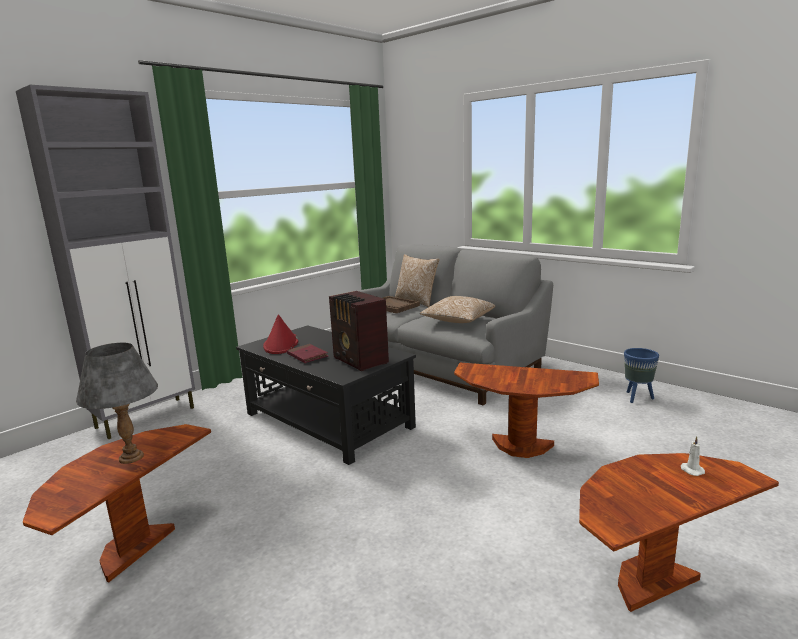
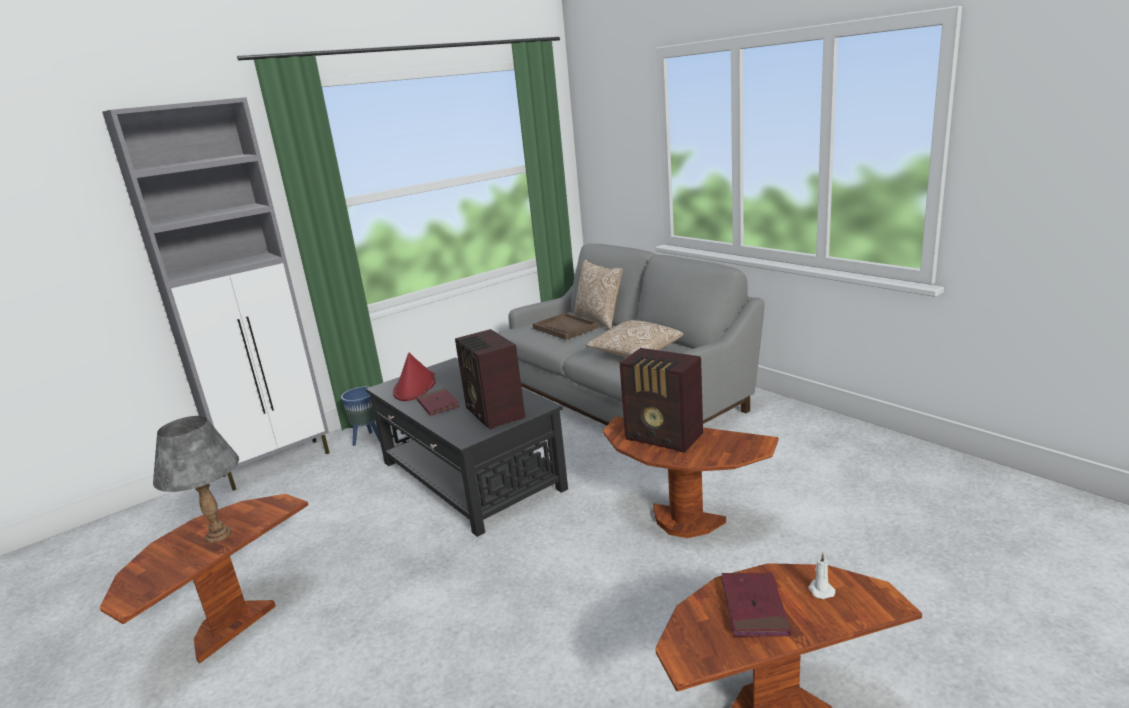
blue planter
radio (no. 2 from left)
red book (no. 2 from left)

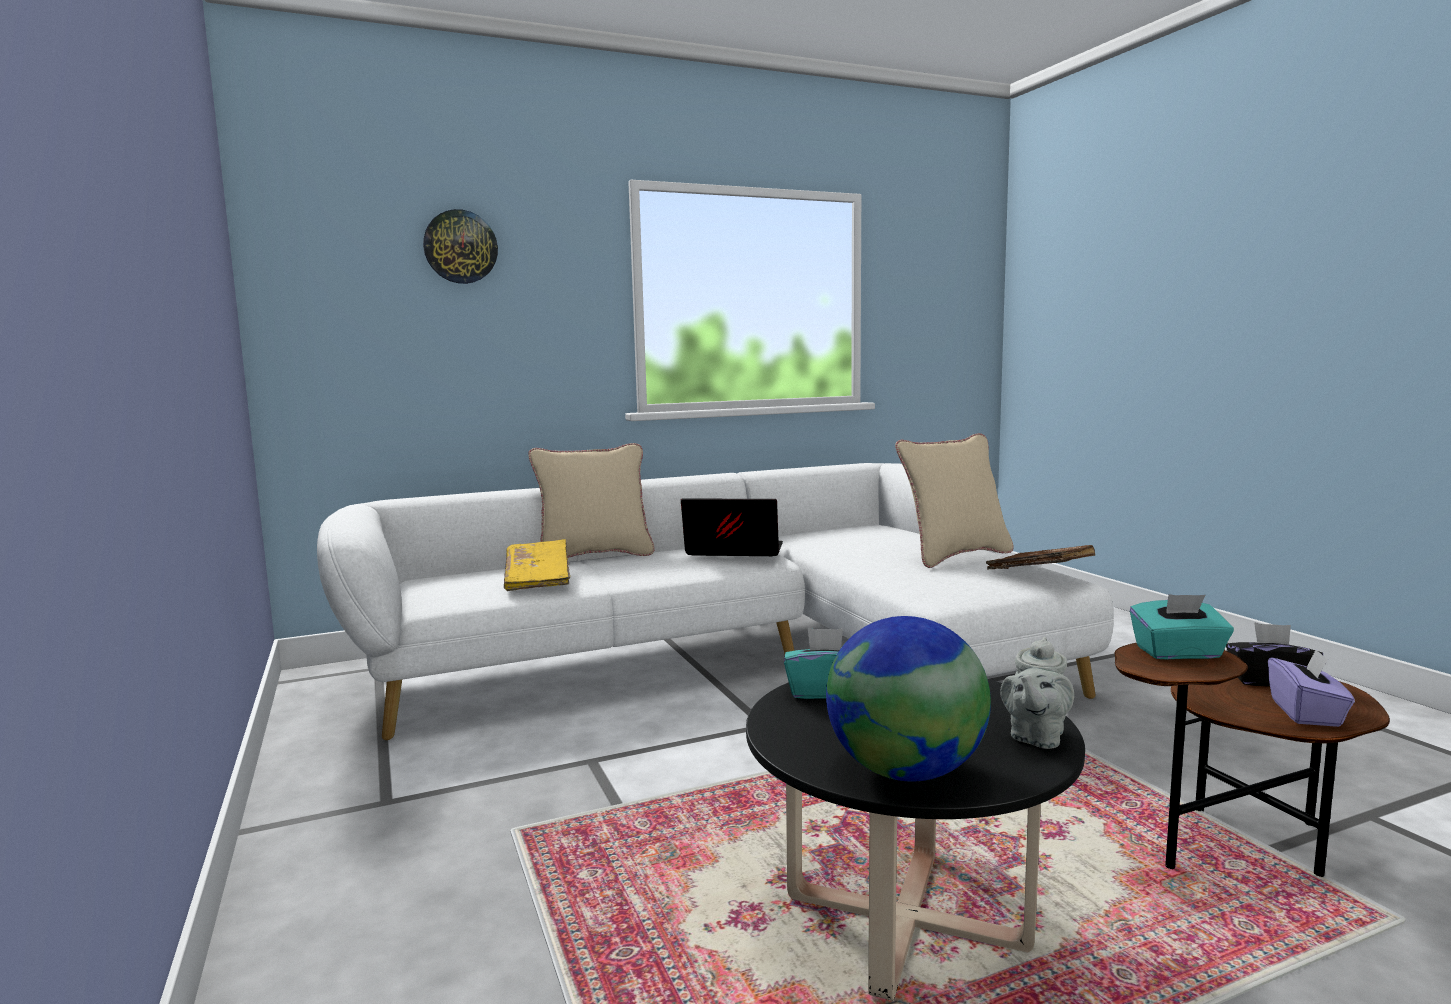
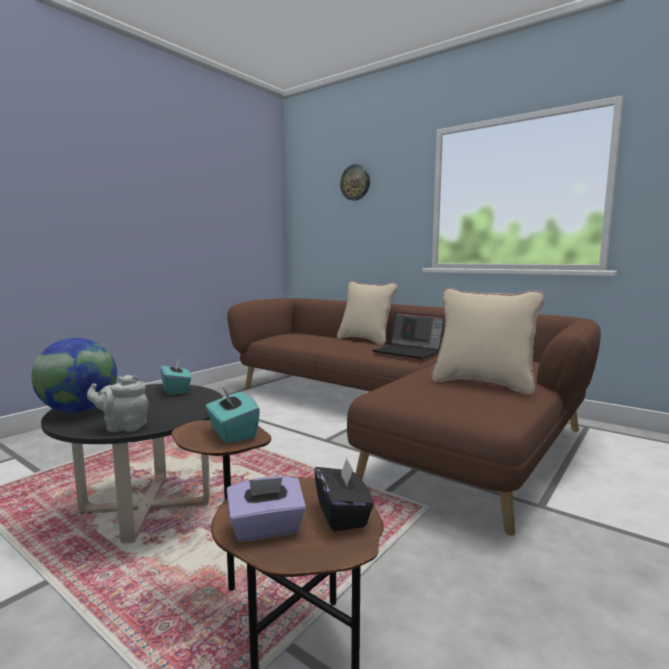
brown sofa
yellow book
laptop
brown book

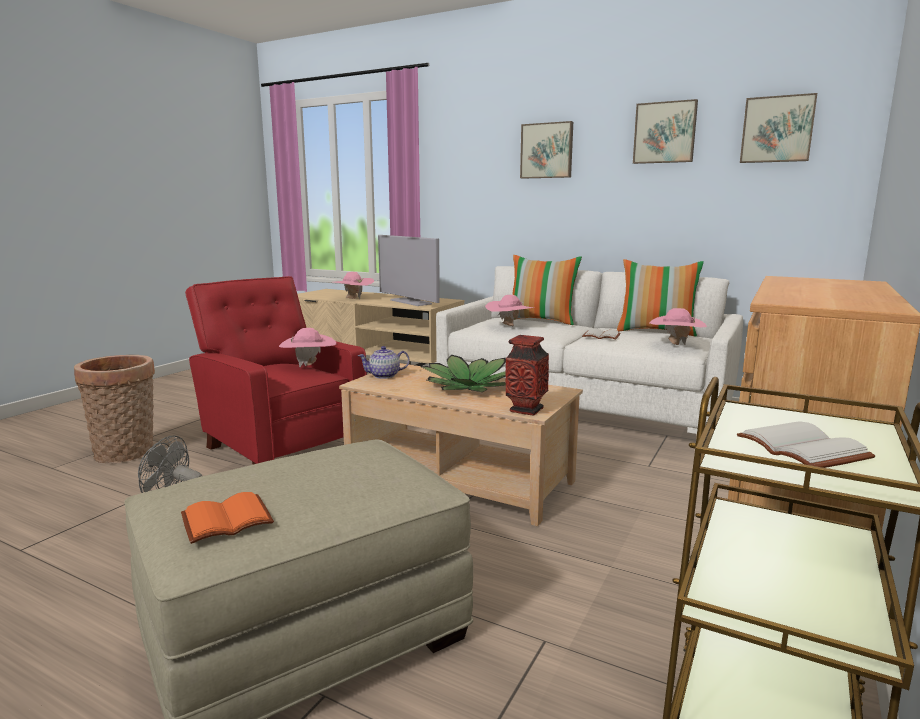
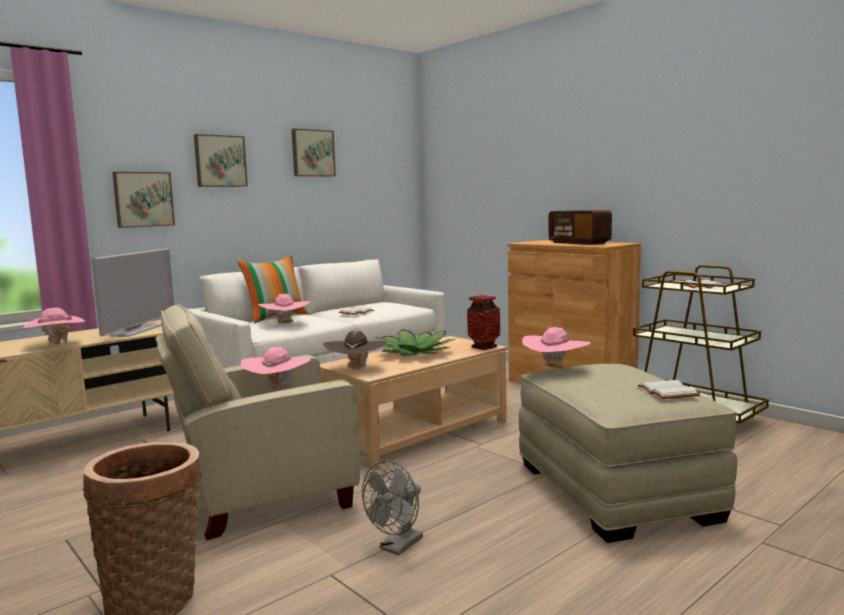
white book (no. 2 from left)
beige armchair
brown hat
television
pillow (no. 2 from left in the first image)
pink hat (no. 4 from left)
picture (no. 1 from left)
radio

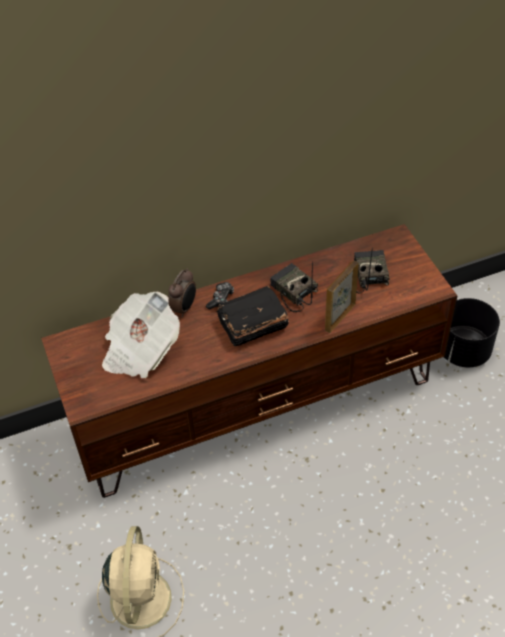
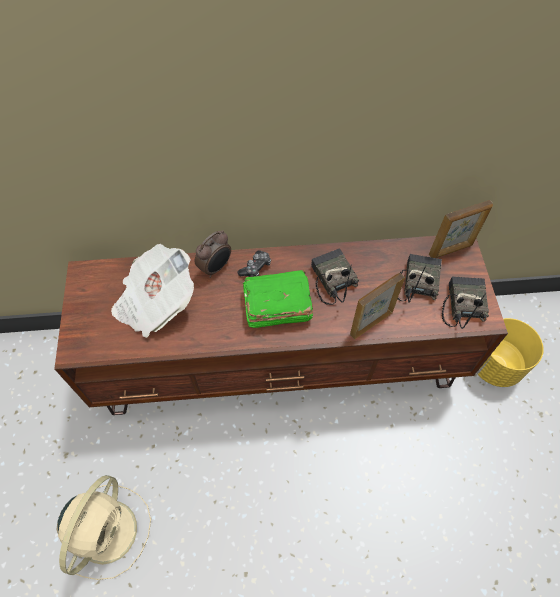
green book
yellow planter
picture frame (no. 2 from left)
radio (no. 3 from left)

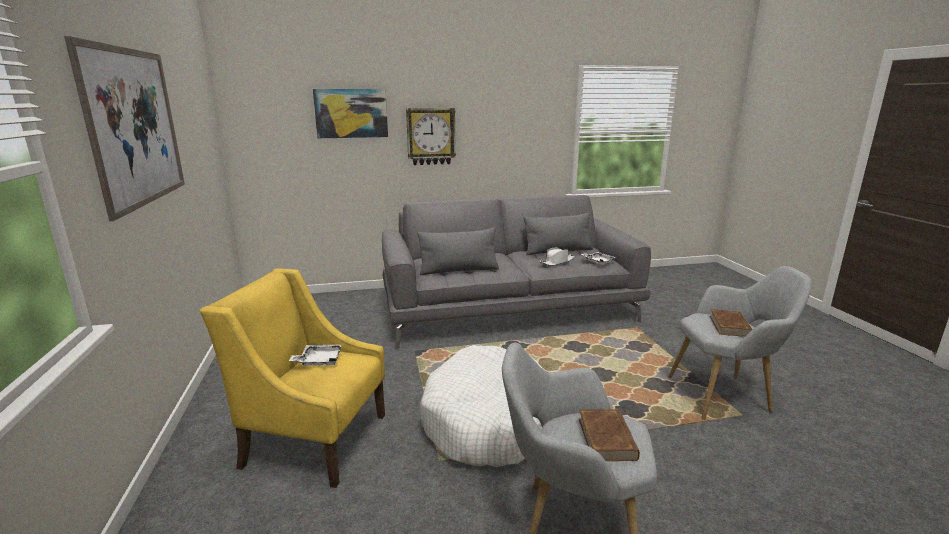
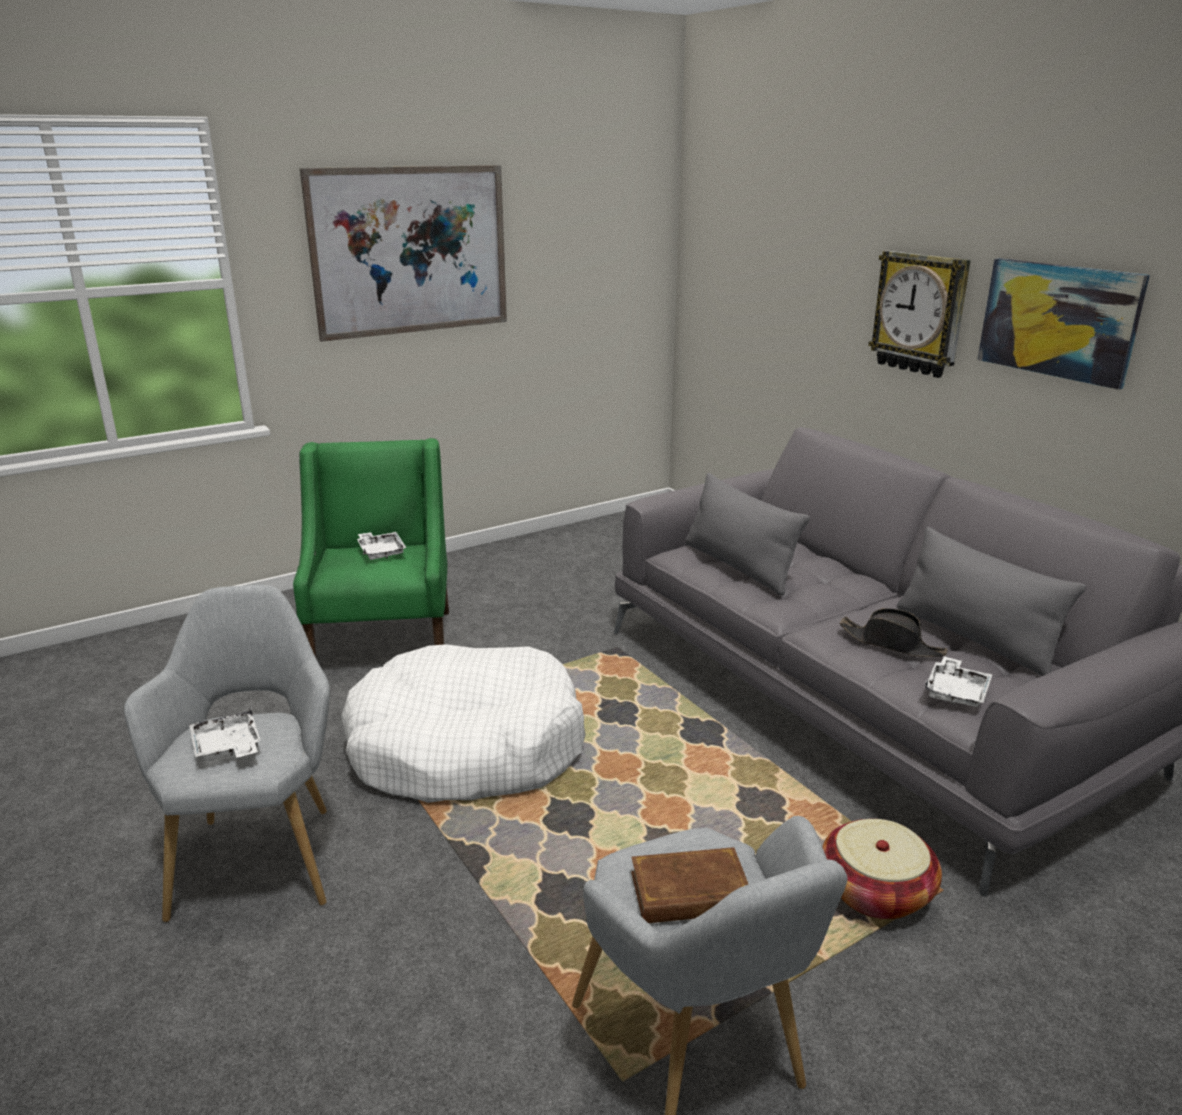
green armchair
picture (no. 2 from left)
black hat
white tray (no. 1 from left)
basket

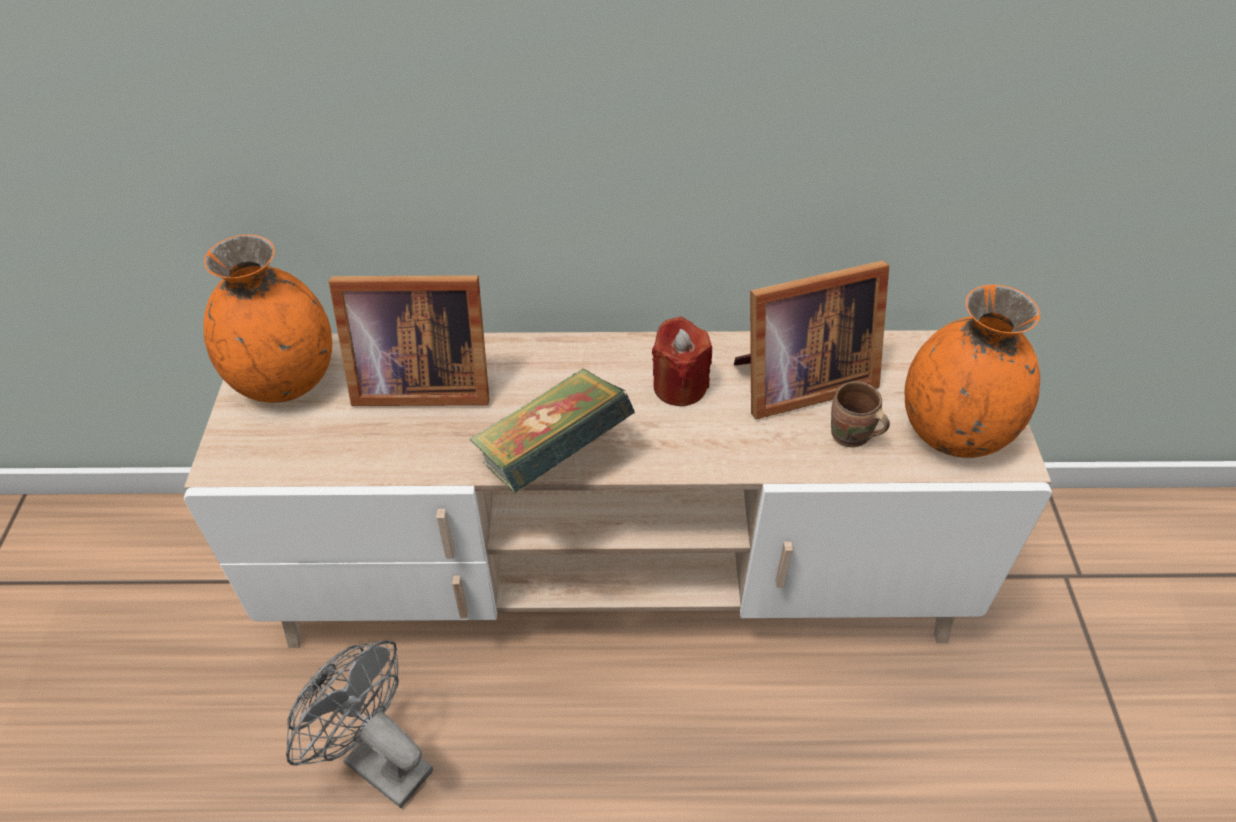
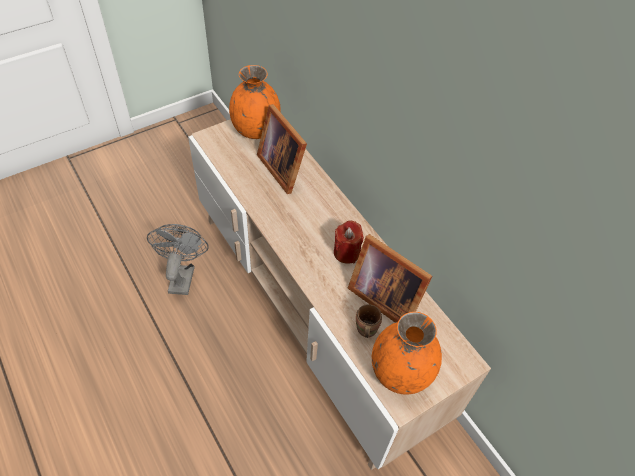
book

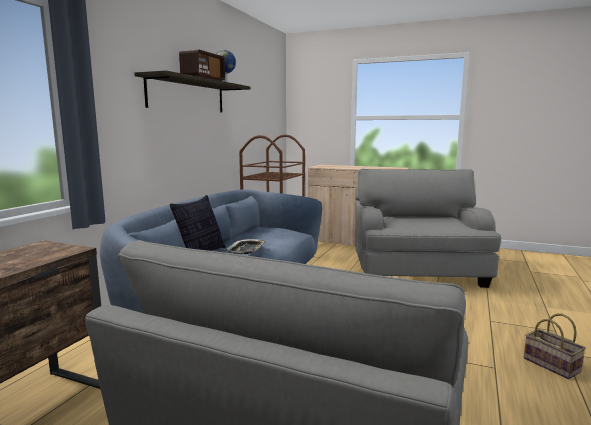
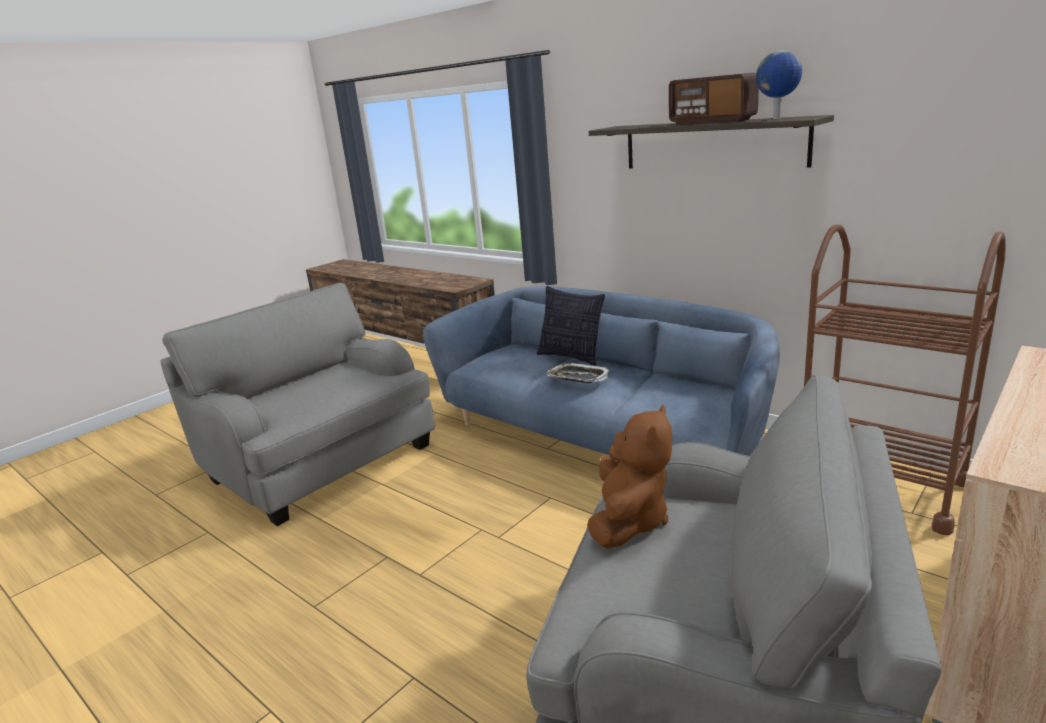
basket
brown plush toy

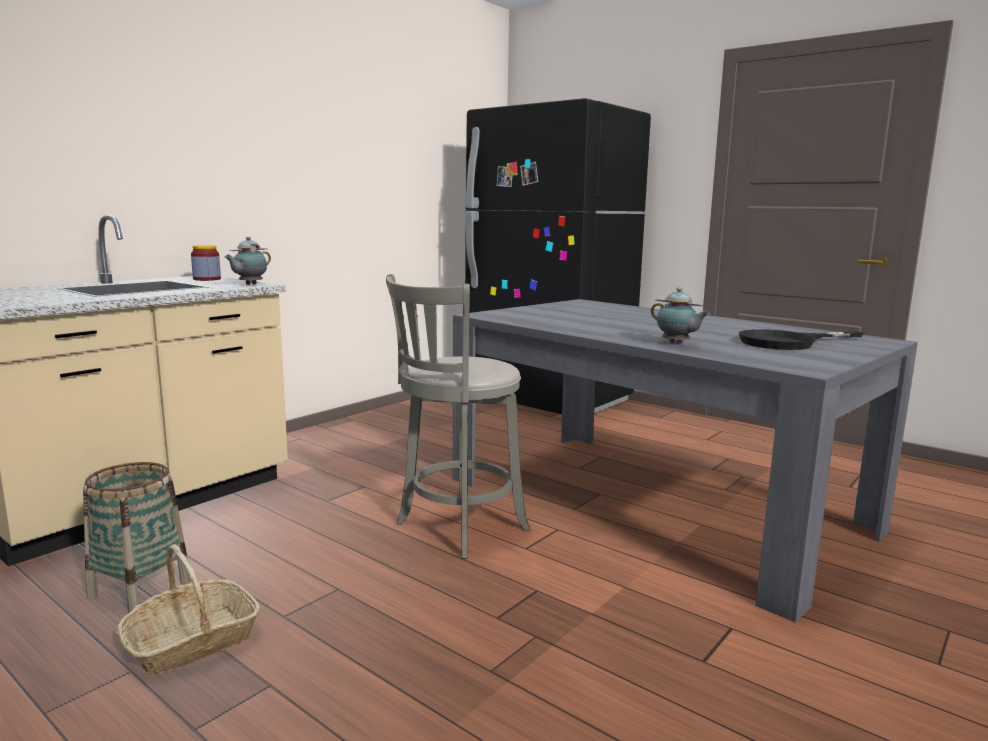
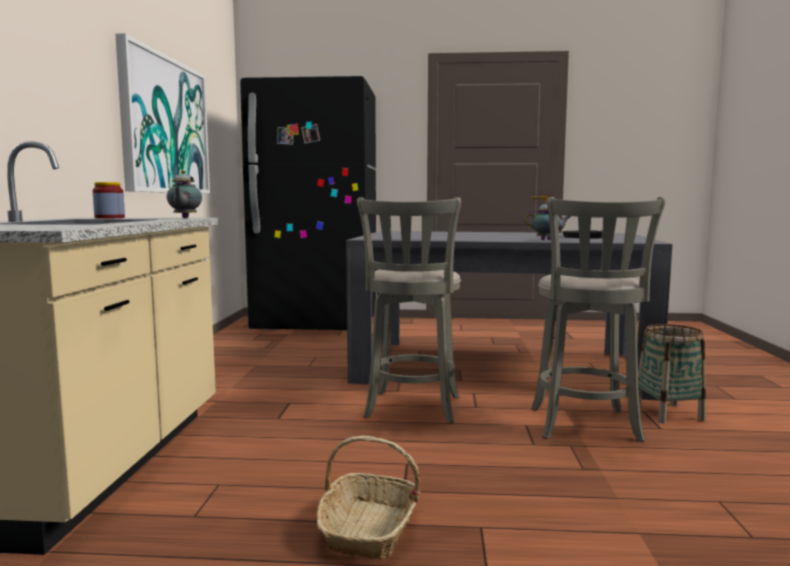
basket (no. 2 from left)
picture
grey stool (no. 2 from left)

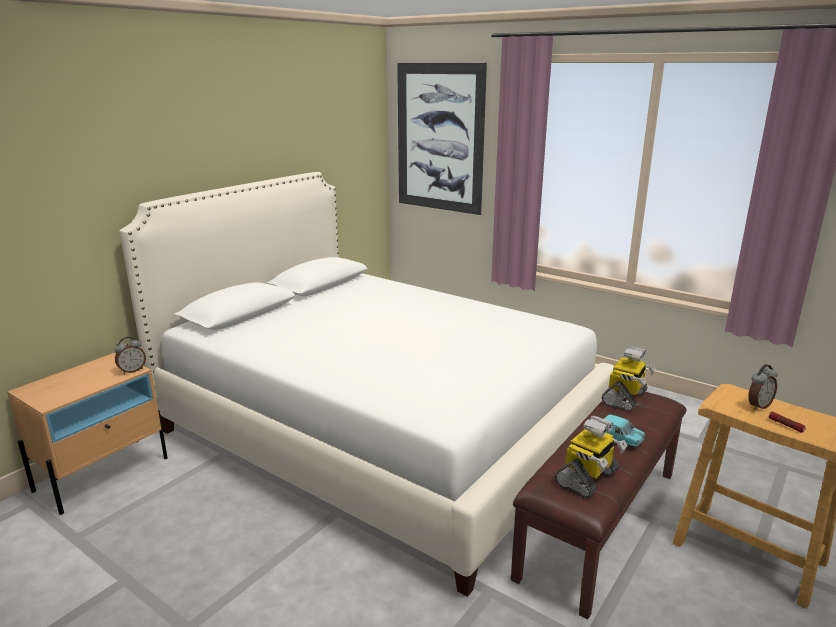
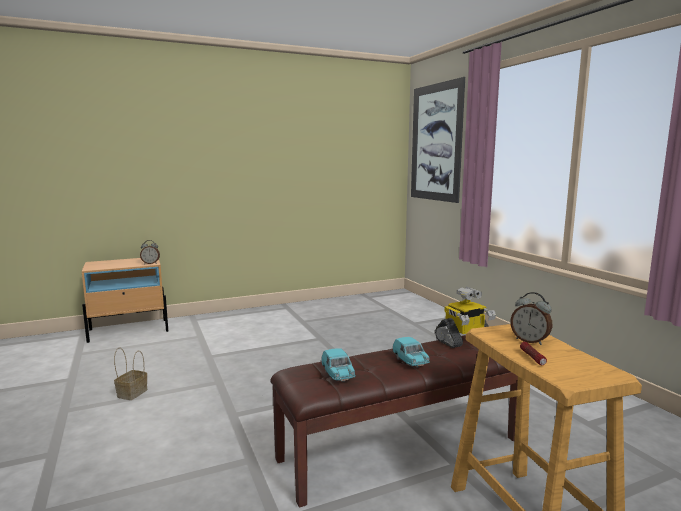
white bed
turquoise toy car (no. 1 from left)
alarm clock (no. 2 from left)
basket

